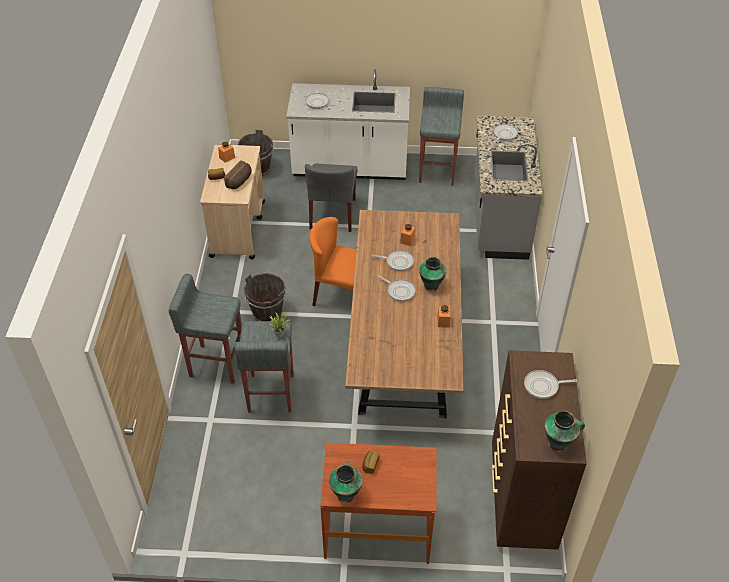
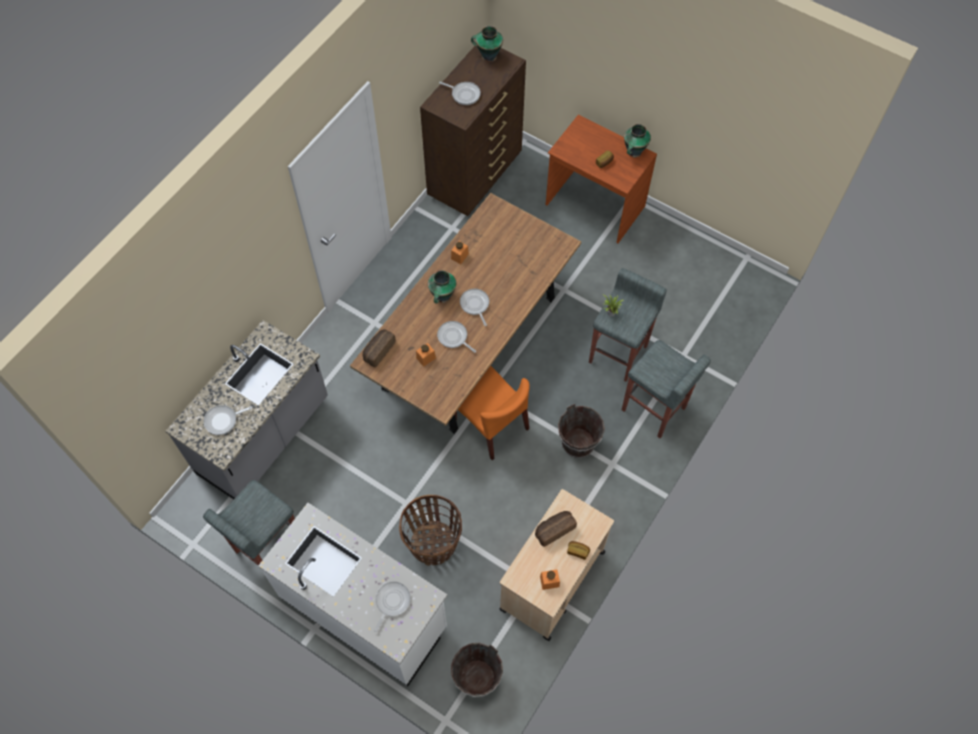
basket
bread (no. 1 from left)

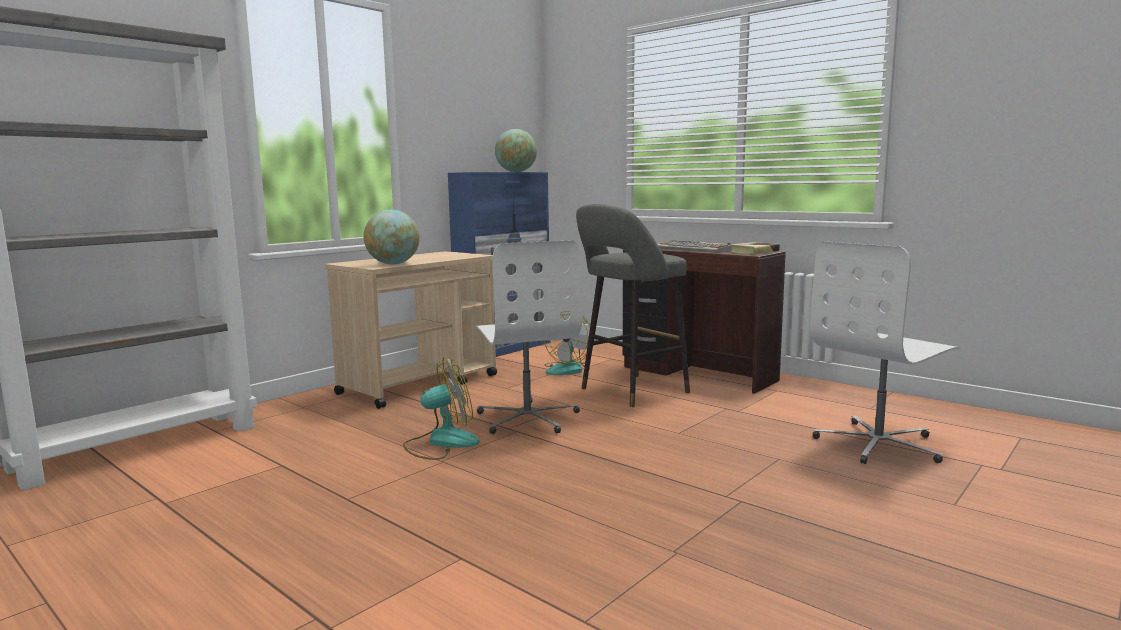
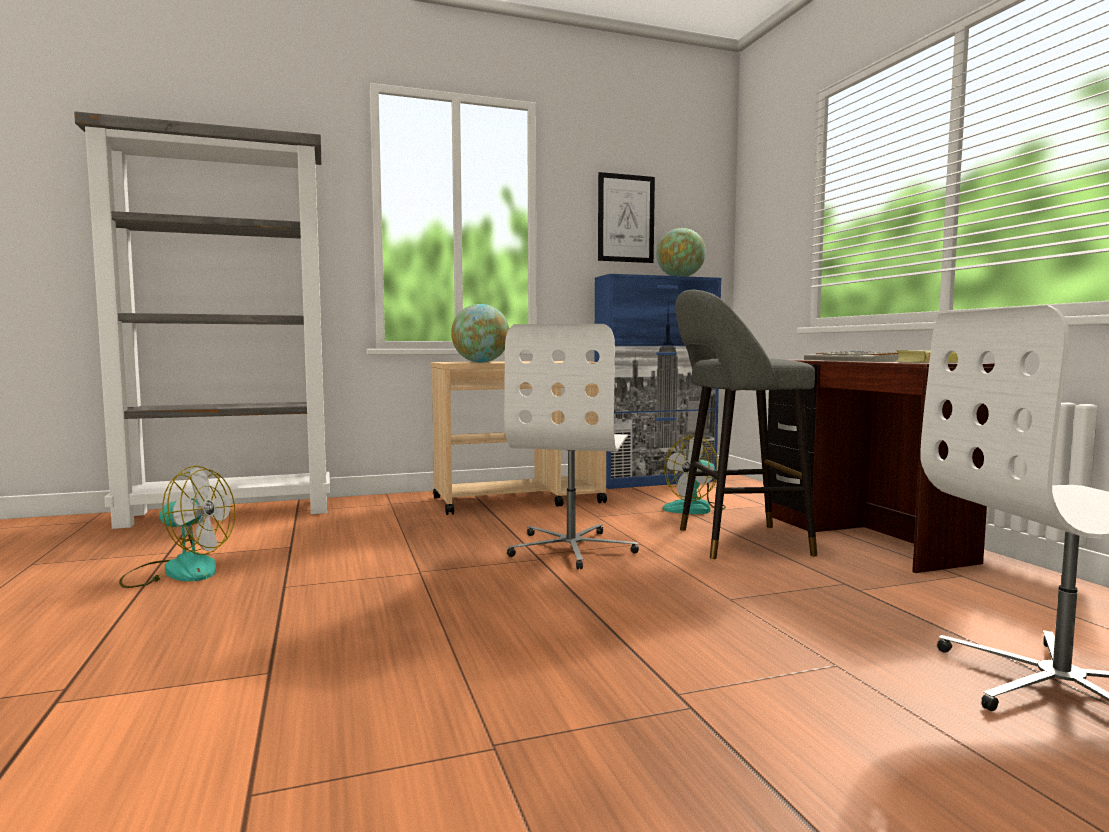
fan (no. 1 from left)
picture

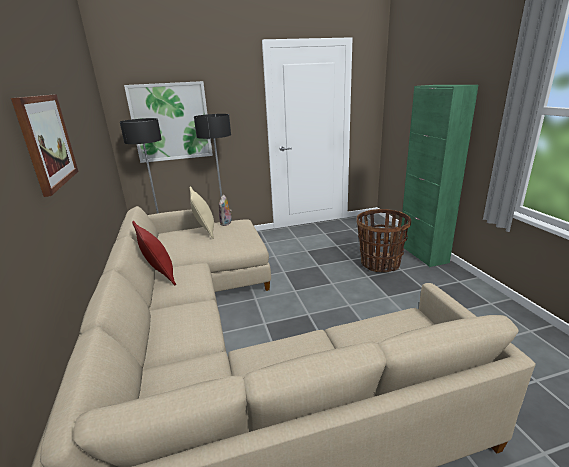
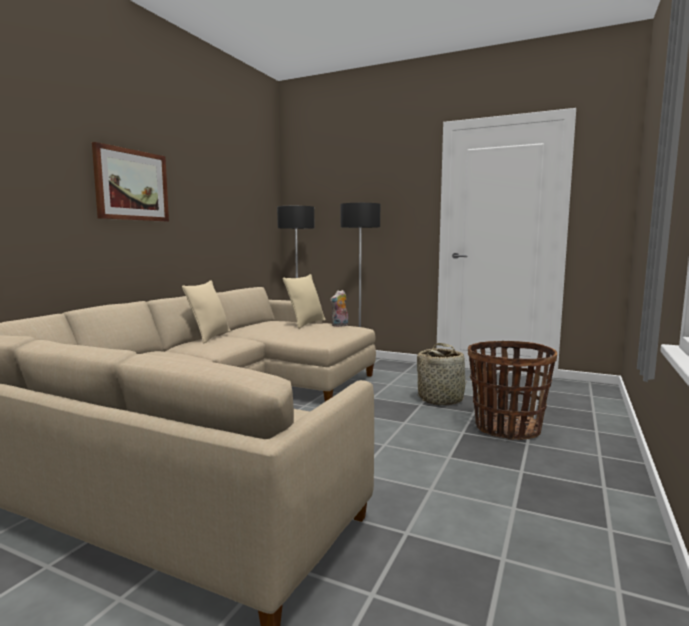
picture (no. 2 from left in the first image)
beige pillow (no. 1 from left)
green cabinet
basket (no. 1 from left)

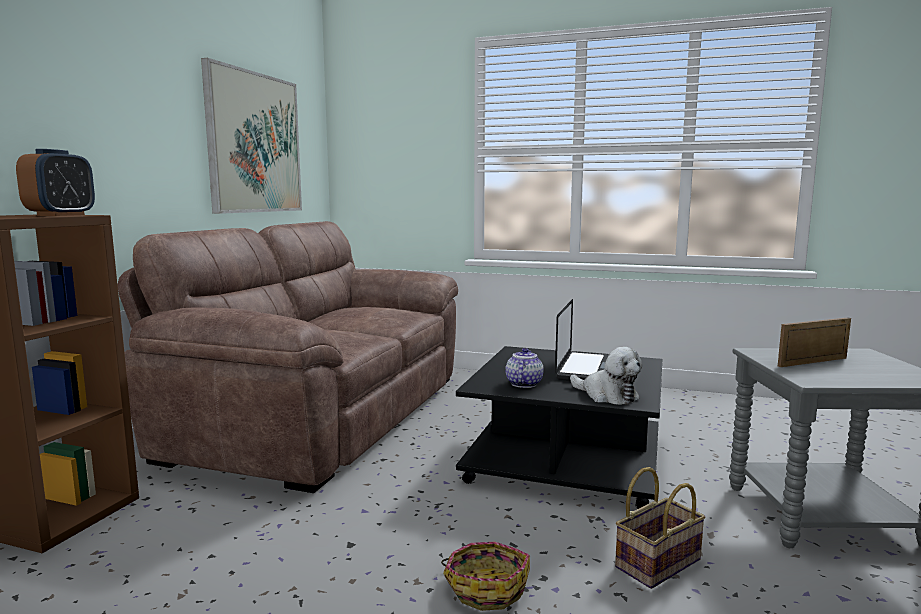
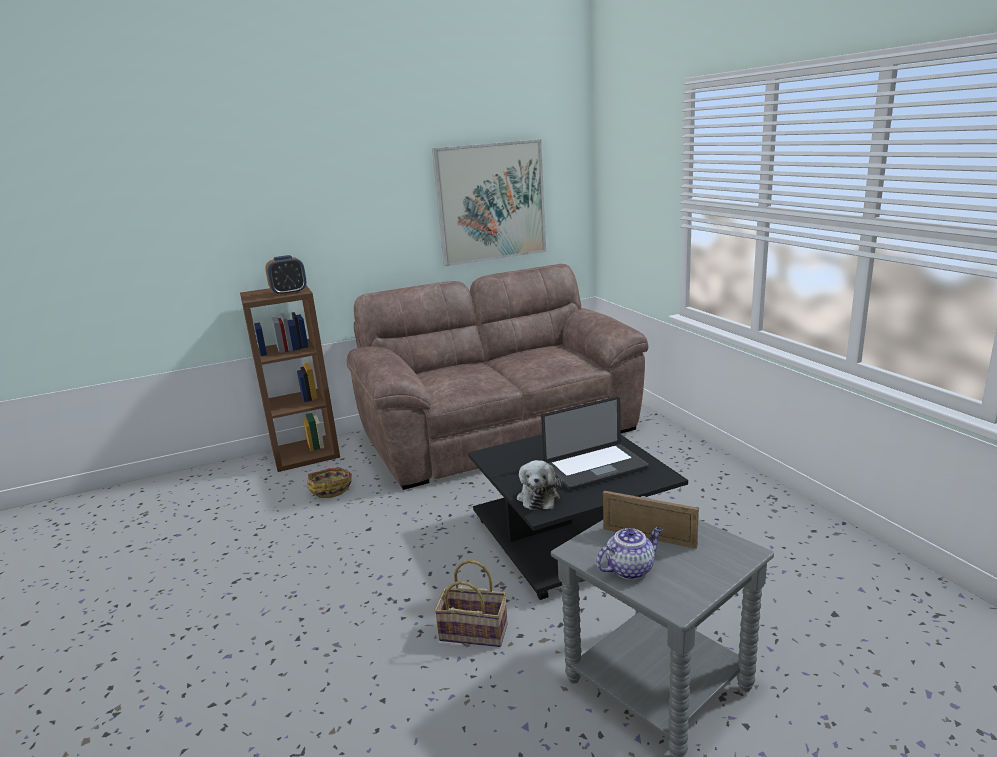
basket (no. 1 from left)
teapot

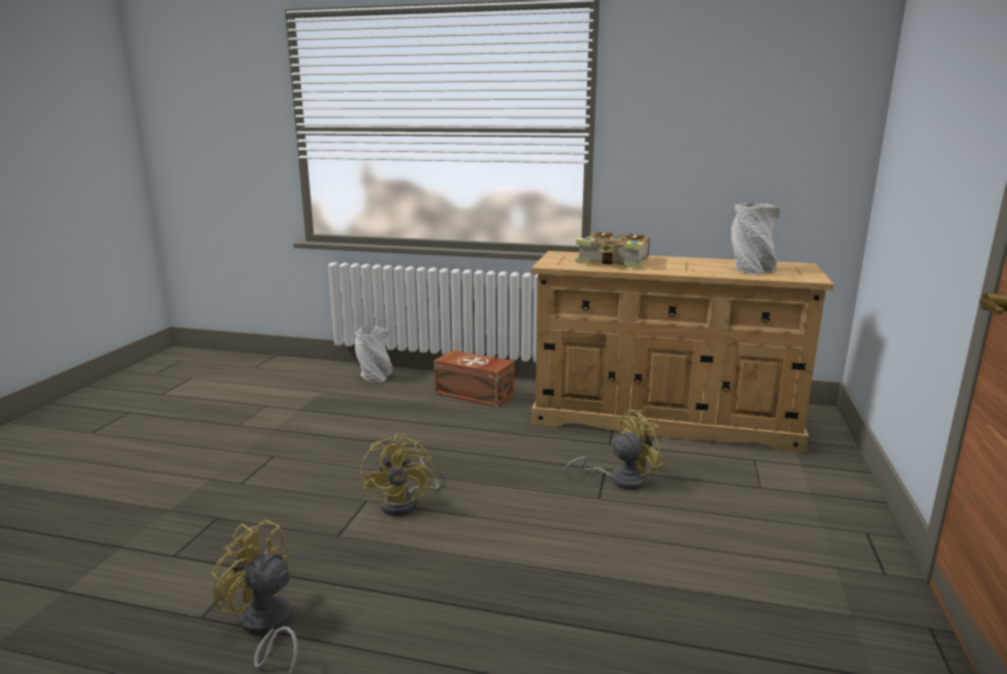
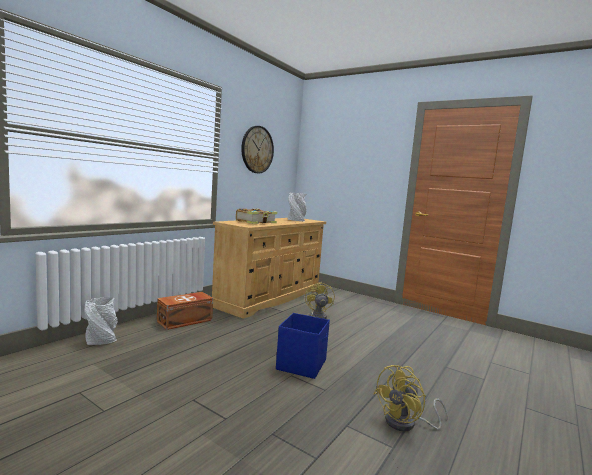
blue storage box
wall clock

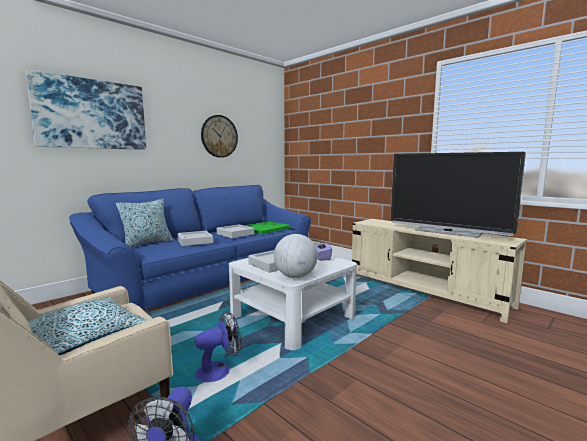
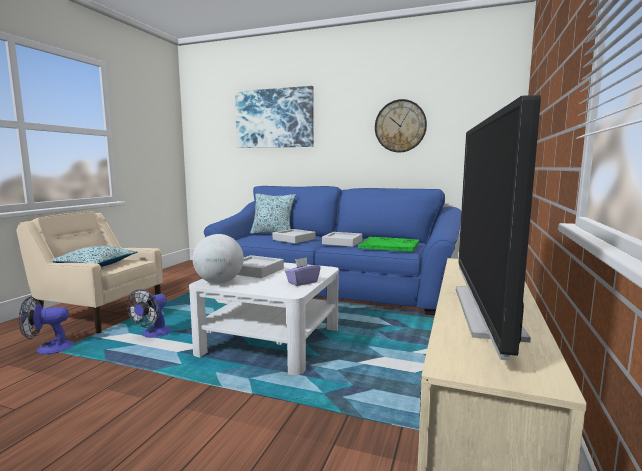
fan (no. 2 from left)

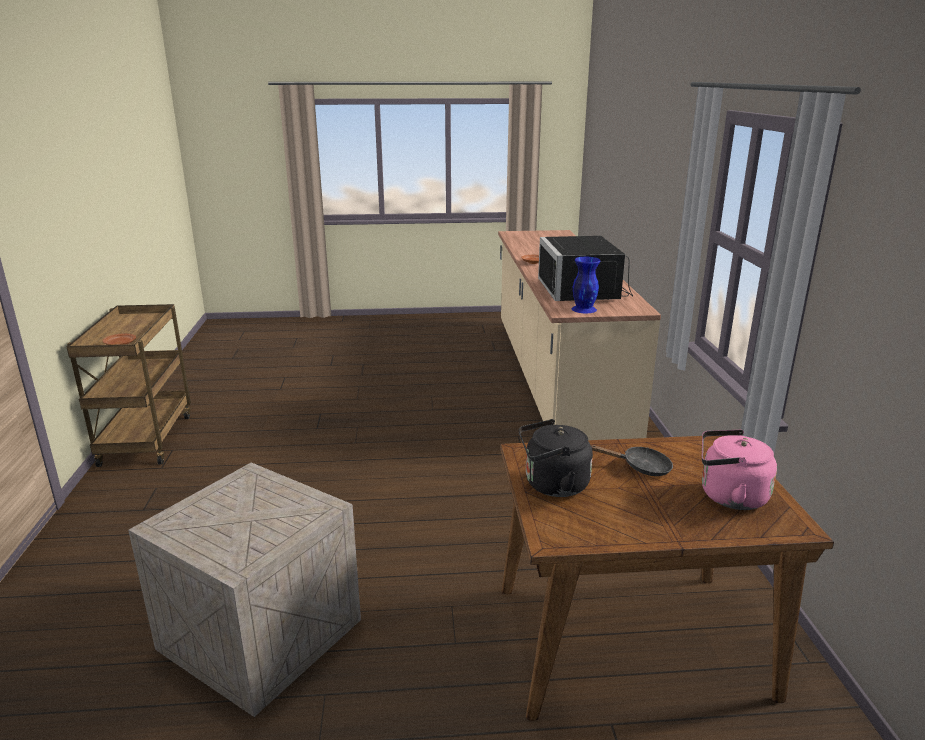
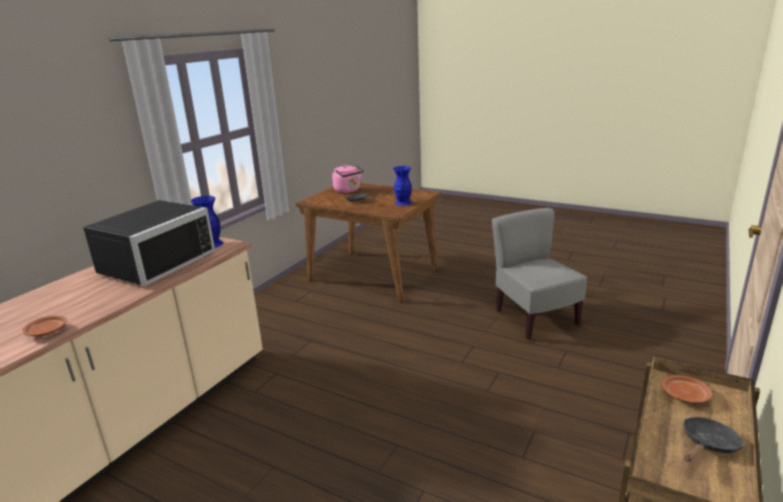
grey chair
blue vase (no. 2 from left)
black frying pan (no. 2 from left)

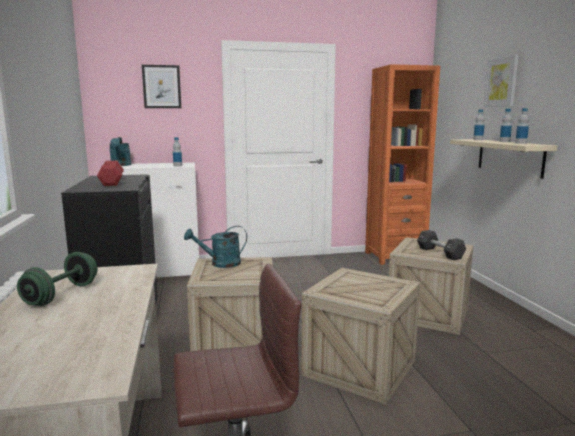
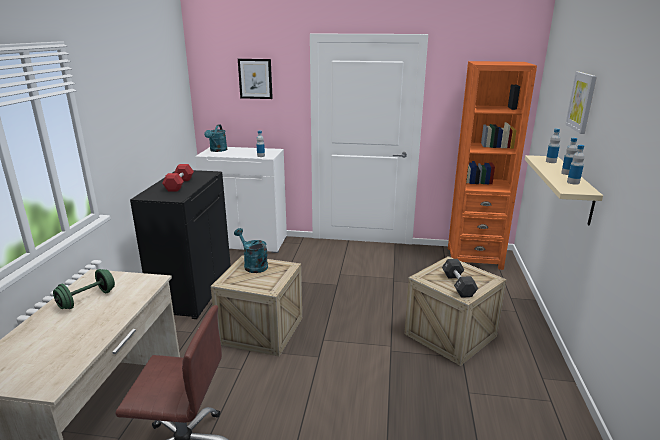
turquoise watering can (no. 2 from left)
crate (no. 2 from left in the first image)

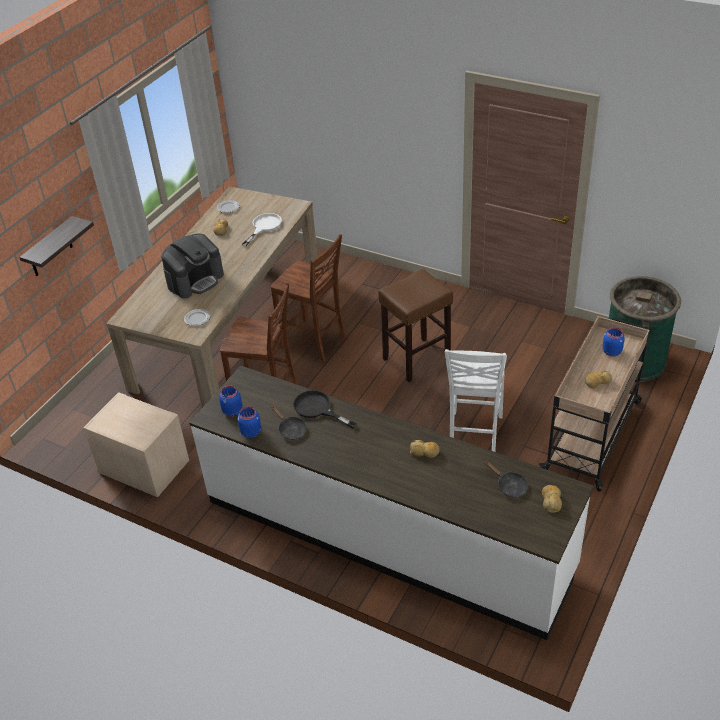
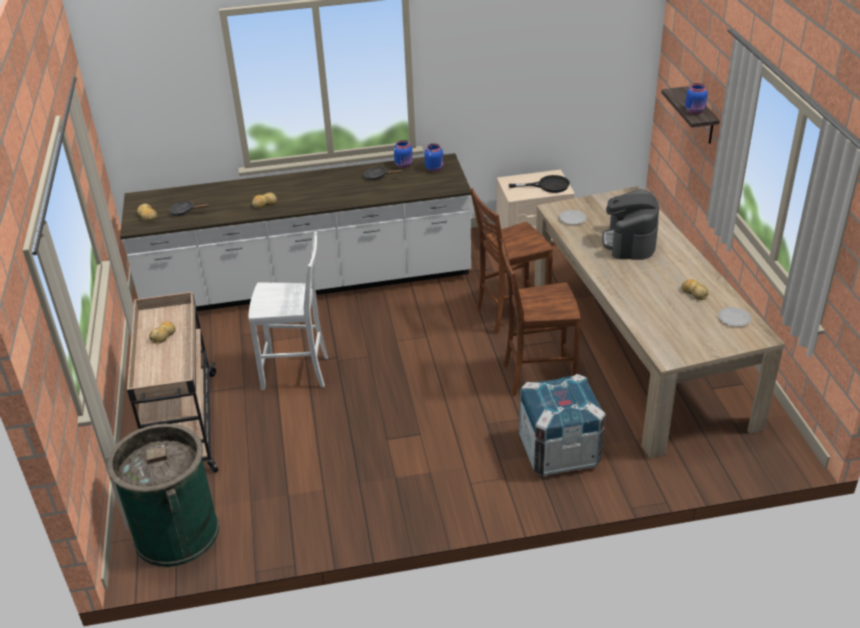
white frying pan
black frying pan (no. 3 from left)
brown stool
white chair
blue jar (no. 3 from left)
crate

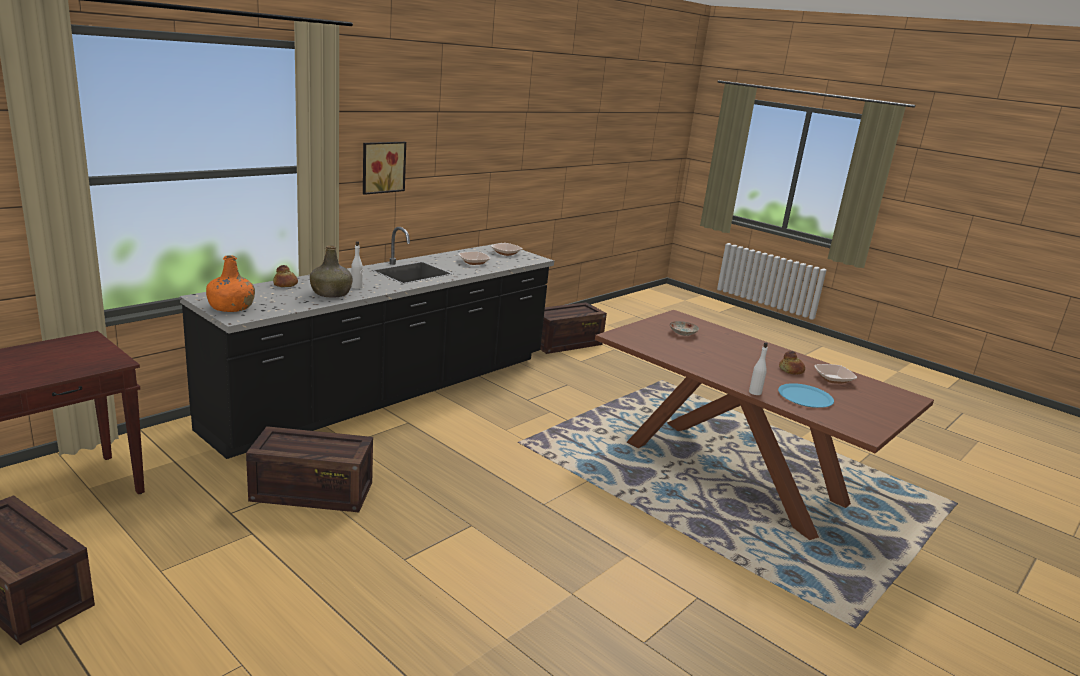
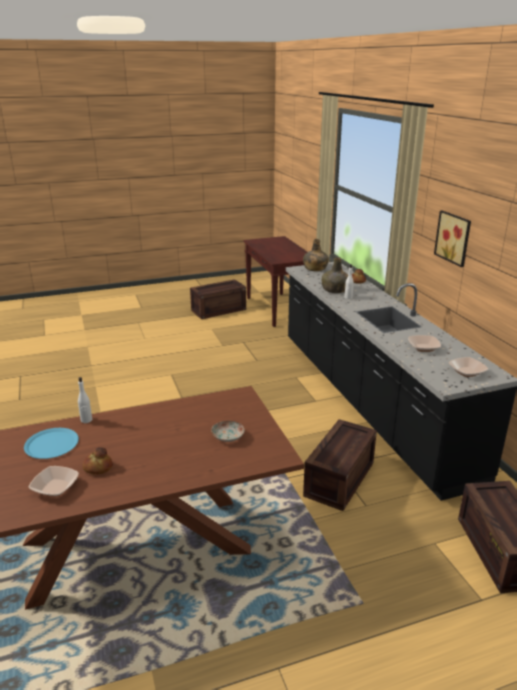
green bottle (no. 1 from left)
crate (no. 2 from left)

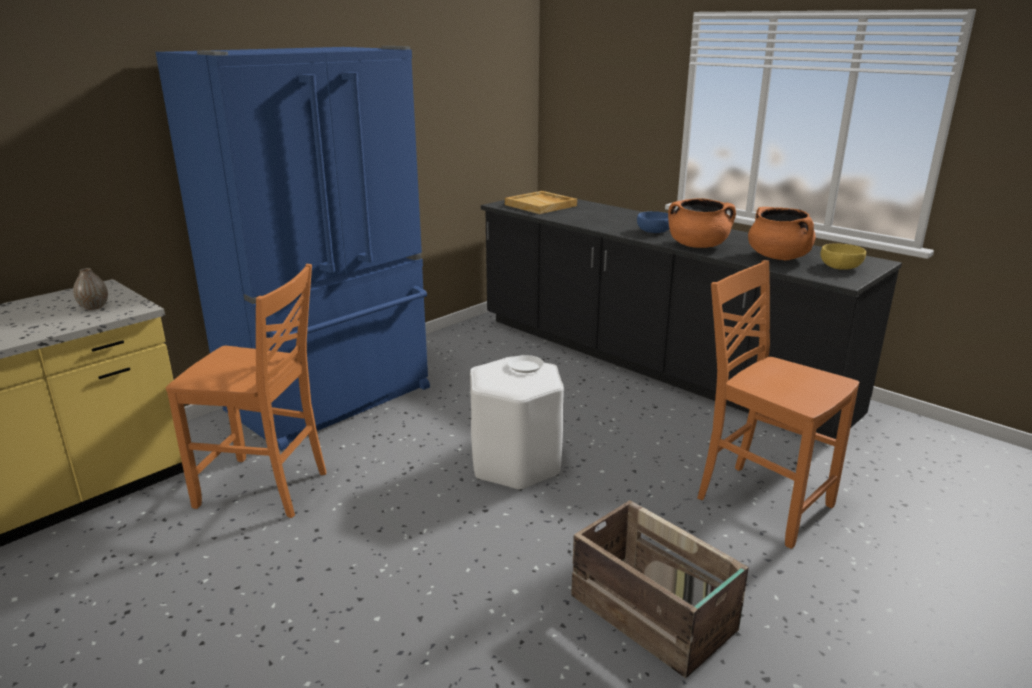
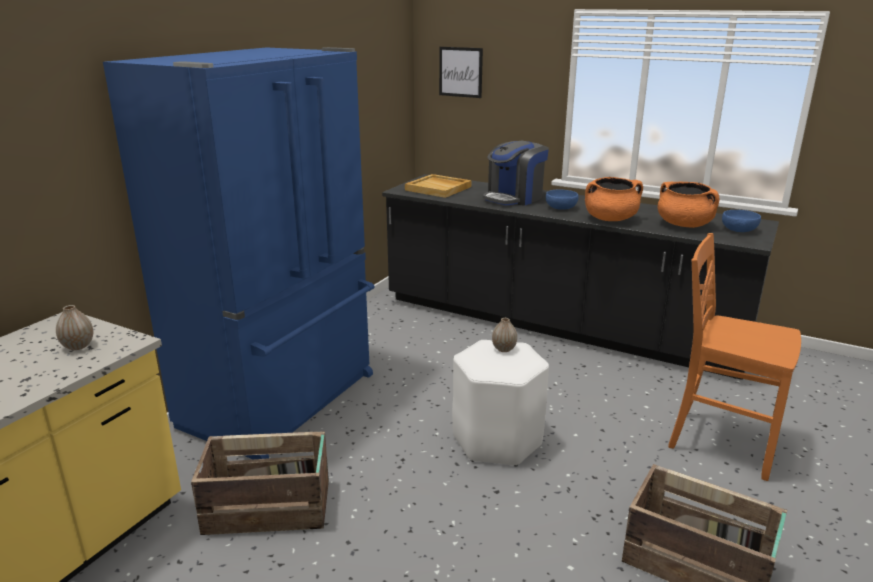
crate (no. 1 from left)
vase (no. 2 from left)
blue bowl (no. 2 from left)
picture
coffee machine

